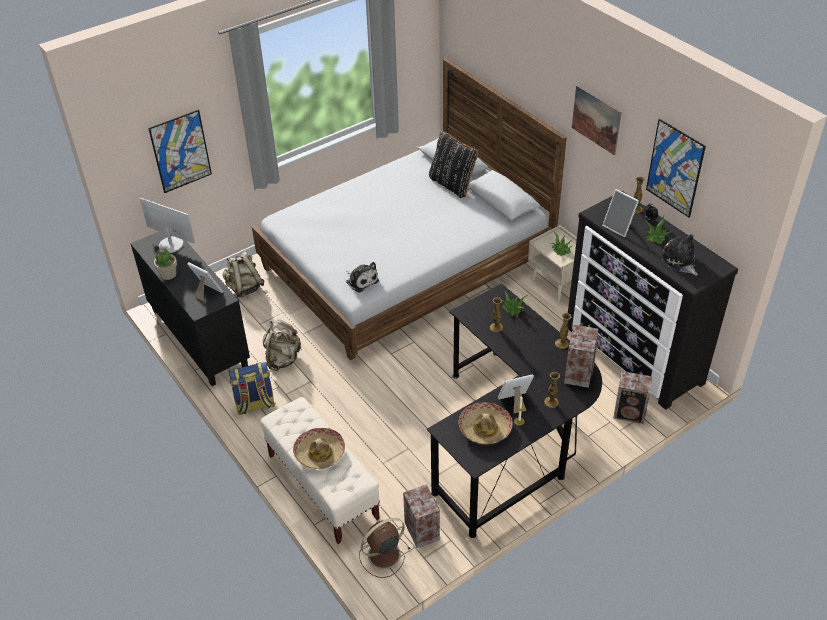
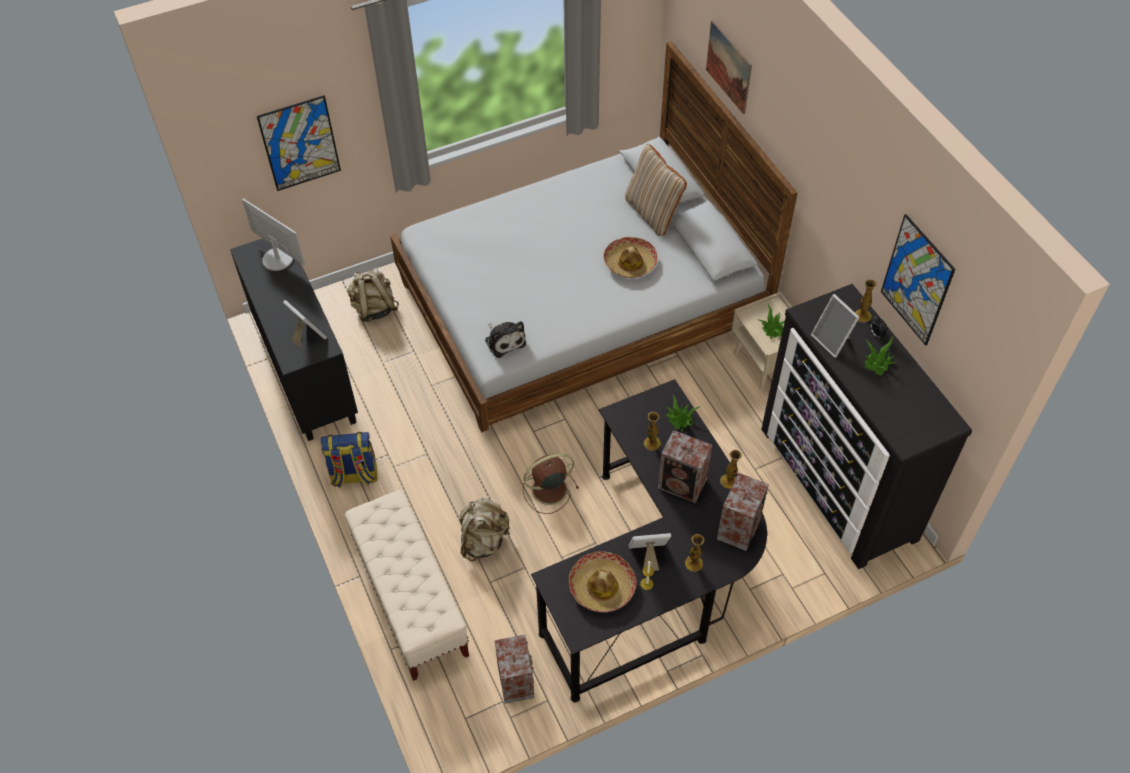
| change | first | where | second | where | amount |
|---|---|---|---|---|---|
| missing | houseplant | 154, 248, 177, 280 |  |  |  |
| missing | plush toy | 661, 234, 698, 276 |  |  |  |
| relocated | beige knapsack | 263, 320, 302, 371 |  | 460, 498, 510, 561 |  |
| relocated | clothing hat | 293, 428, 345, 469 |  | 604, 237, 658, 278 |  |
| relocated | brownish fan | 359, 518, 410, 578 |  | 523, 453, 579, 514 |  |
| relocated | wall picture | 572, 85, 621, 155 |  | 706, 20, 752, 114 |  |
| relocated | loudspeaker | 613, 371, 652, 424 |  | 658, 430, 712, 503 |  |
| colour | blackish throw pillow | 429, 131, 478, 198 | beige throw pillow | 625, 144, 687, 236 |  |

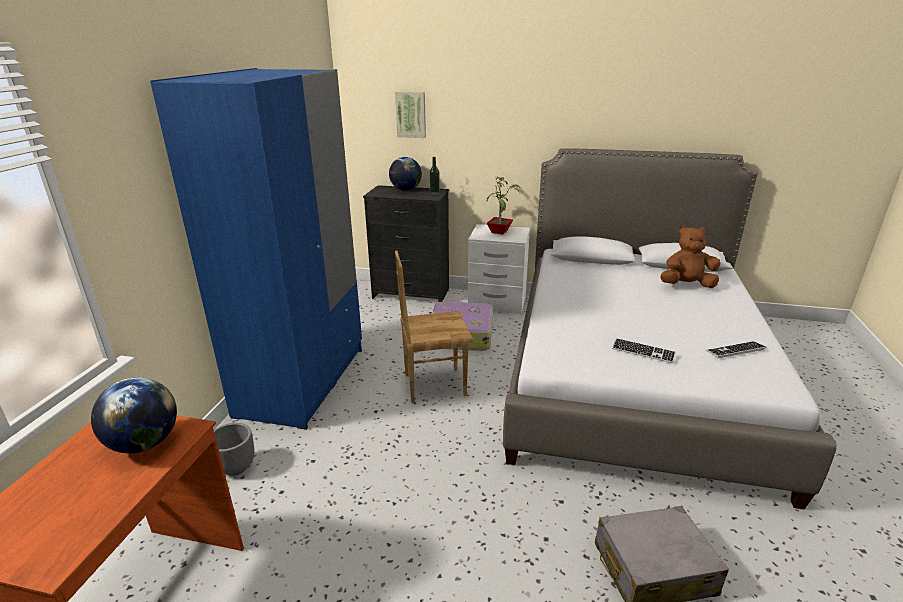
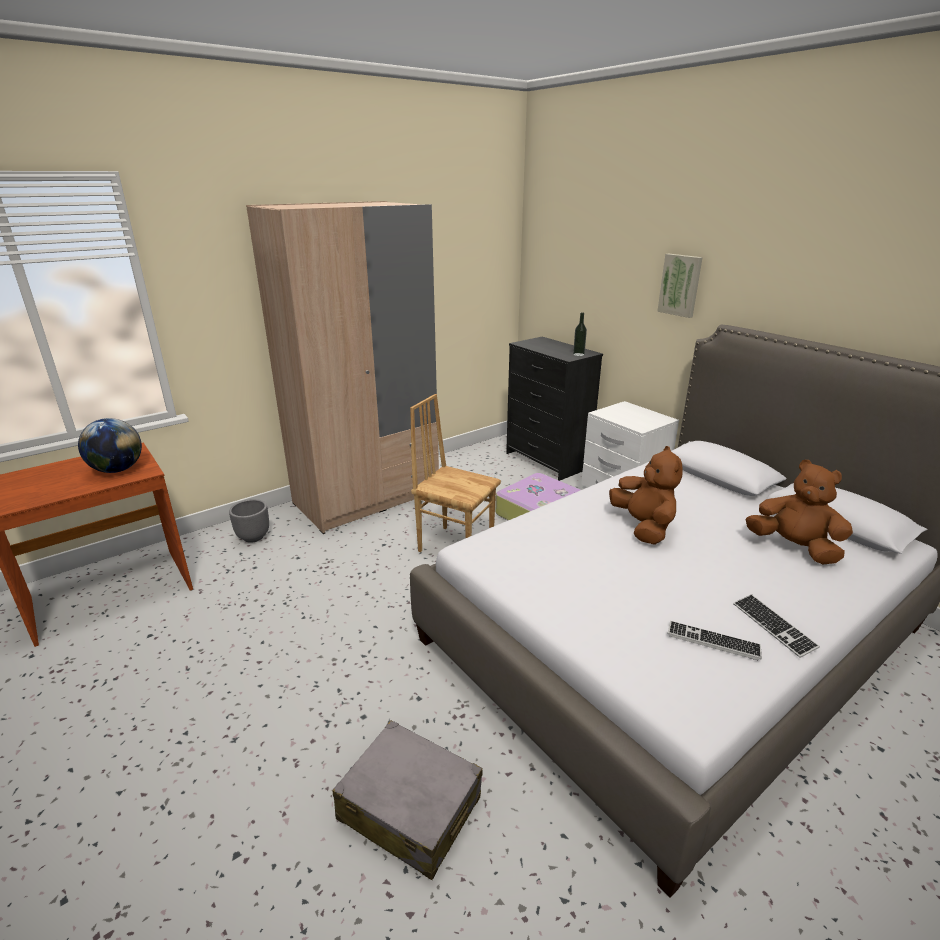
| change | first | where | second | where | amount |
|---|---|---|---|---|---|
| missing | world globe | 389, 157, 422, 191 |  |  |  |
| missing | houseplant | 487, 176, 522, 235 |  |  |  |
| appeared |  |  | brownish plush toy | 609, 446, 683, 545 |  |
| relocated | wall picture | 395, 91, 426, 138 |  | 657, 254, 703, 318 |  |
| relocated | keyboard | 612, 338, 676, 363 |  | 733, 594, 820, 658 |  |
| colour | blue clothes cupboard | 150, 68, 362, 430 | beige clothes cupboard | 246, 201, 439, 534 |  |

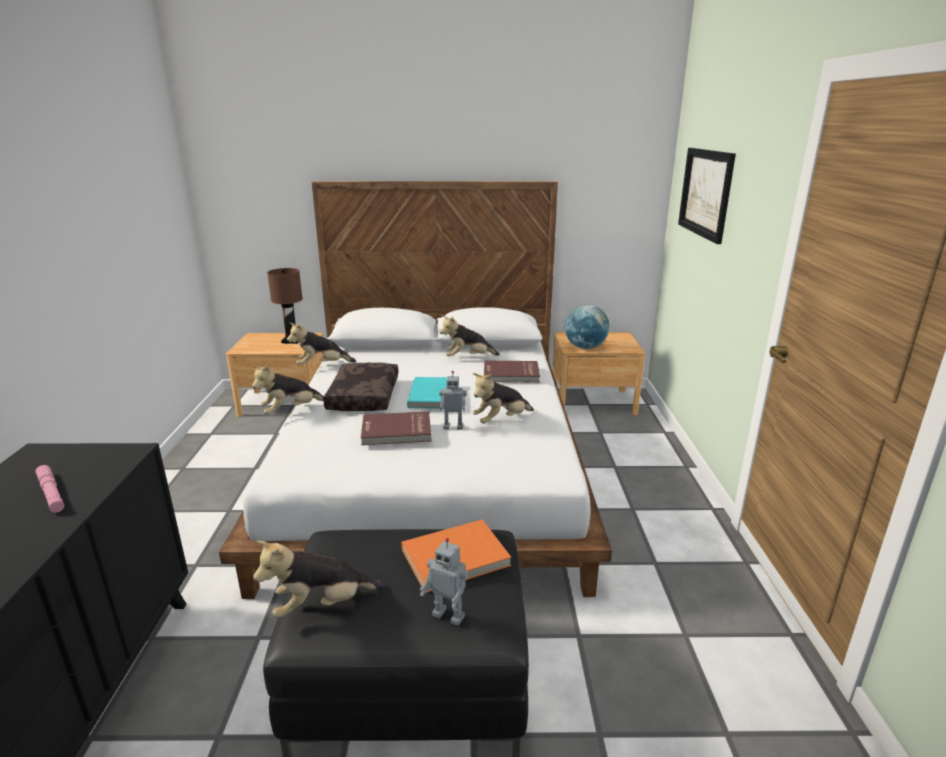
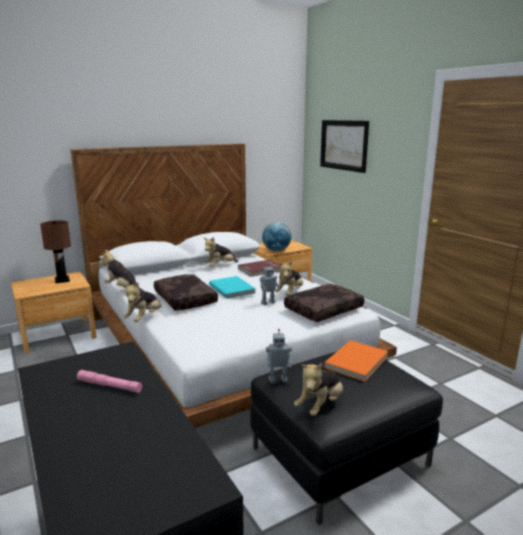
| change | first | where | second | where | amount |
|---|---|---|---|---|---|
| missing | reddish volume | 361, 411, 431, 445 |  |  |  |
| appeared |  |  | brownish throw pillow | 284, 284, 364, 322 |  |
| relocated | robot figure | 420, 538, 468, 626 |  | 266, 329, 291, 383 |  |
| spun | plush toy | 287, 322, 356, 365 |  | 99, 250, 144, 291 | 75 degrees clockwise |

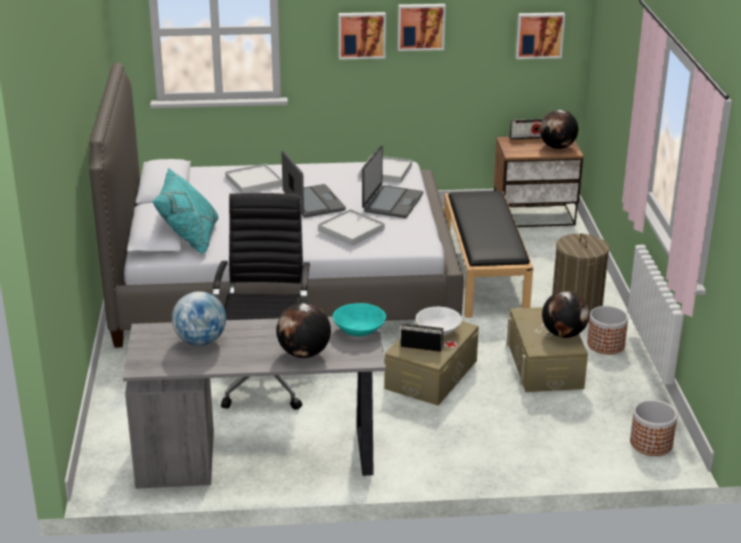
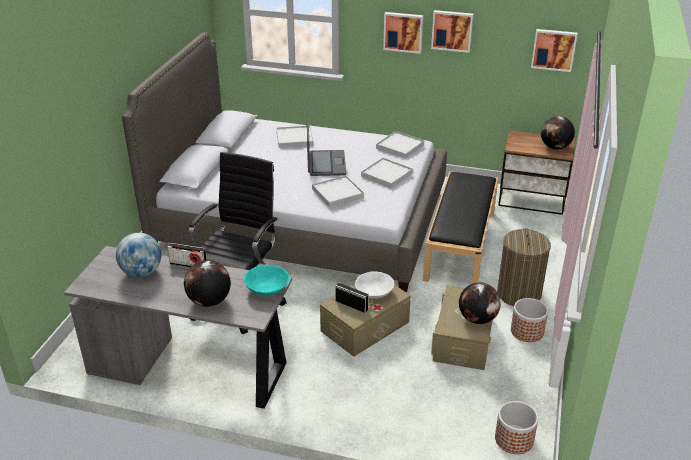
| change | first | where | second | where | amount |
|---|---|---|---|---|---|
| missing | blue-green throw pillow | 152, 168, 218, 254 |  |  |  |
| relocated | radio set | 510, 119, 542, 140 |  | 167, 243, 207, 267 |  |
| exchanged | laptop | 362, 145, 423, 218 | white carrying tray | 361, 158, 413, 188 |  |

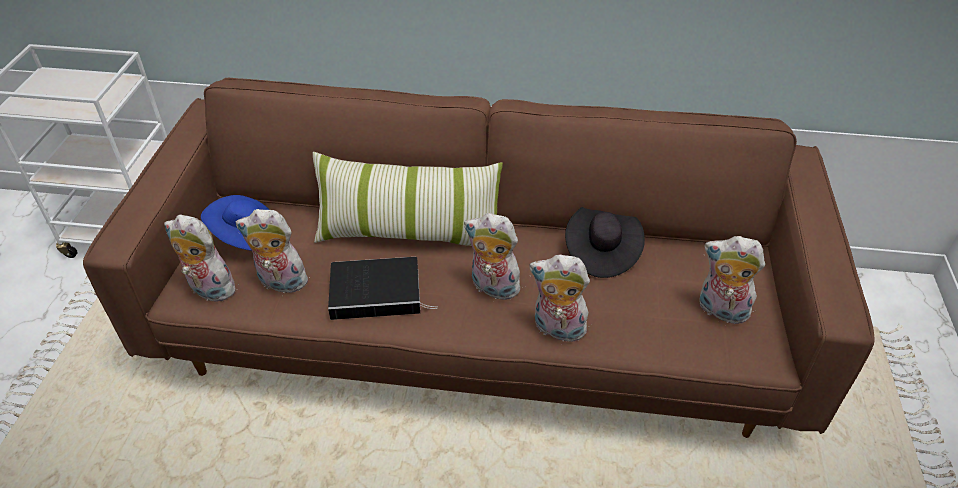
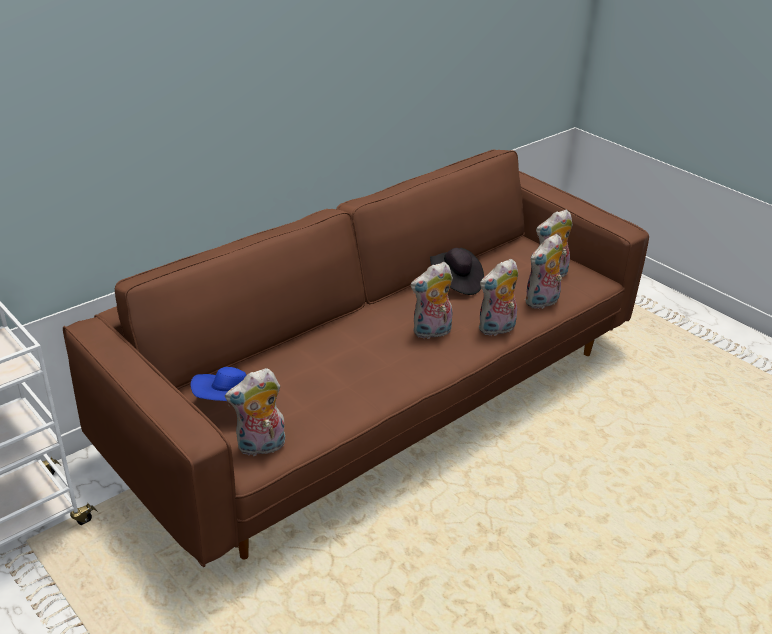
| change | first | where | second | where | amount |
|---|---|---|---|---|---|
| missing | throw pillow | 313, 152, 503, 246 |  |  |  |
| missing | volume | 328, 257, 438, 320 |  |  |  |
| relocated | plush toy | 235, 209, 310, 293 |  | 525, 234, 563, 310 |  |

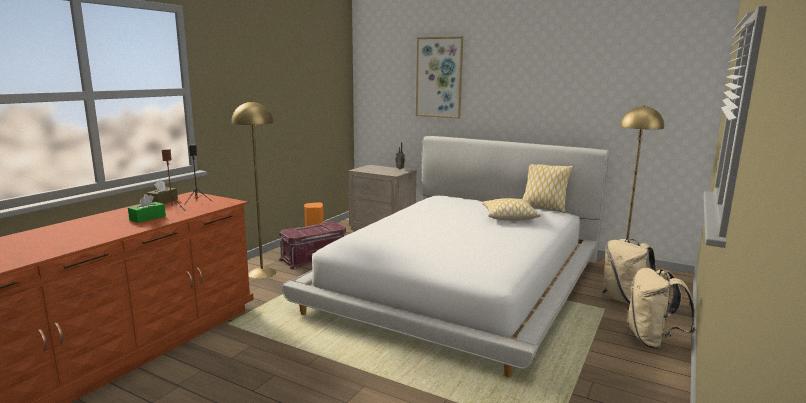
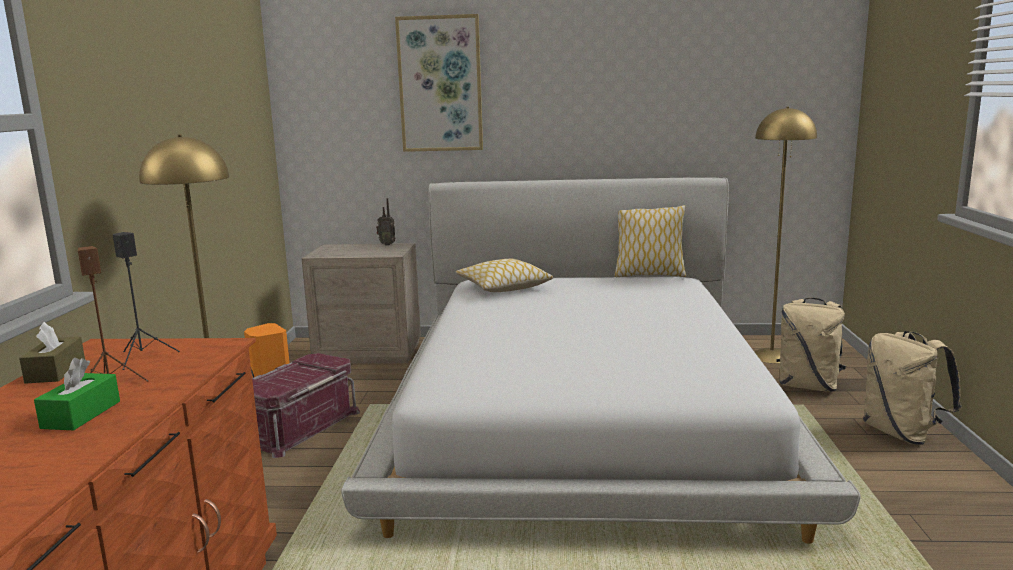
| change | first | where | second | where | amount |
|---|---|---|---|---|---|
| relocated | throw pillow | 482, 198, 541, 220 |  | 456, 259, 554, 292 |  |

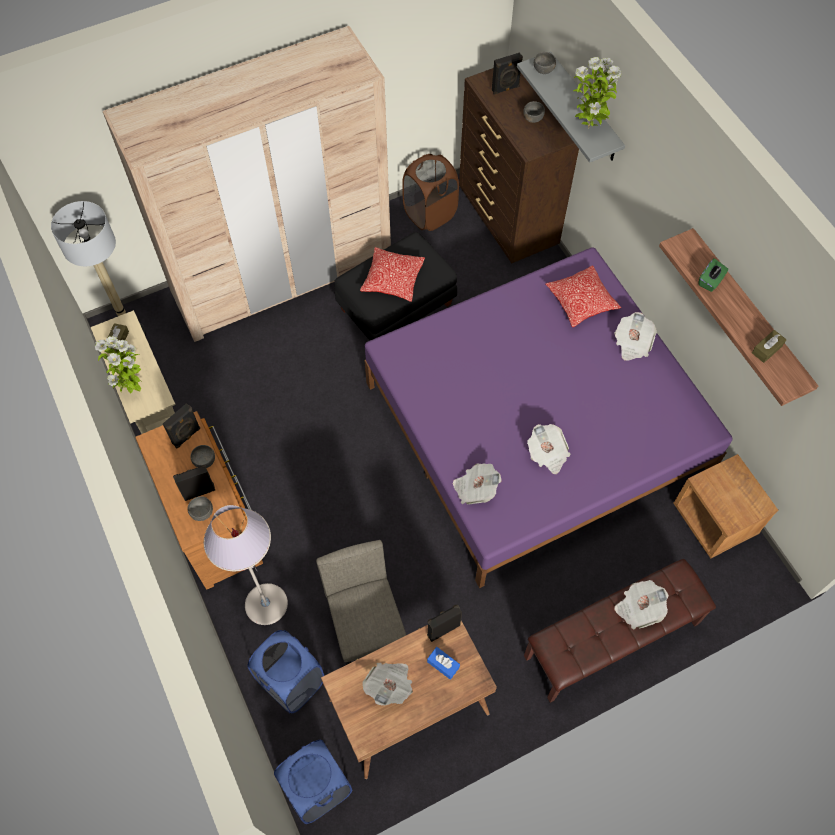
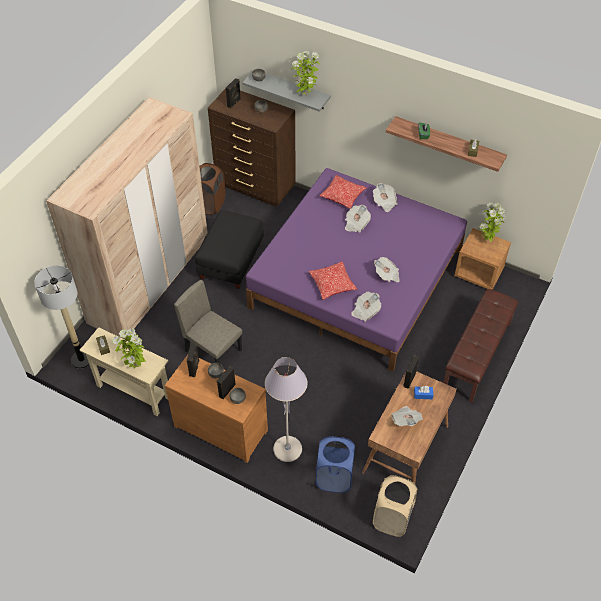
| change | first | where | second | where | amount |
|---|---|---|---|---|---|
| appeared |  |  | houseplant | 479, 202, 506, 242 |  |
| relocated | beige plain chair | 316, 540, 406, 665 |  | 174, 280, 242, 363 |  |
| relocated | throw pillow | 360, 247, 425, 302 |  | 308, 262, 357, 300 |  |
| relocated | daily paper | 614, 580, 669, 630 |  | 345, 205, 371, 233 |  |
| colour | blue hamper | 274, 740, 352, 824 | beige hamper | 373, 475, 417, 537 |  |

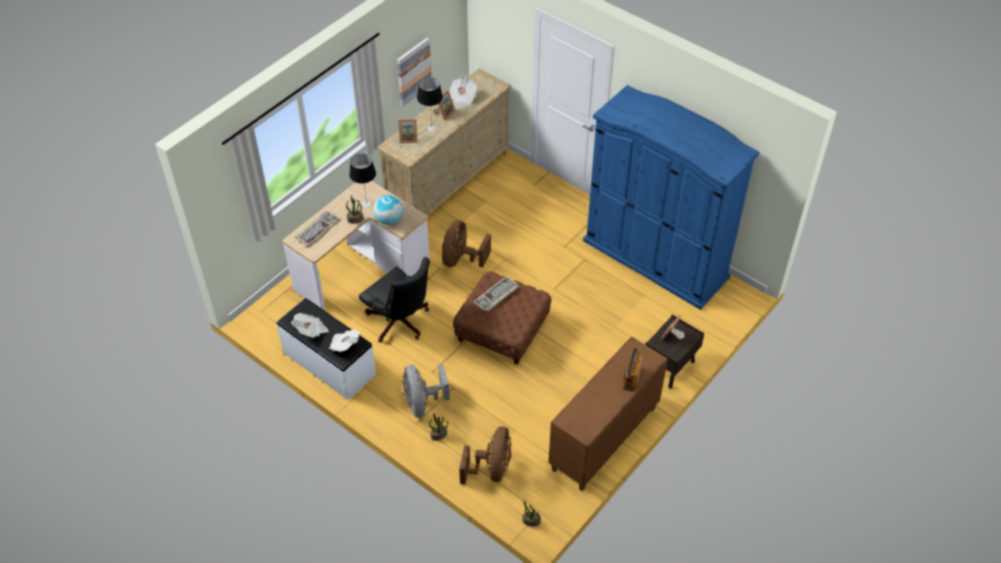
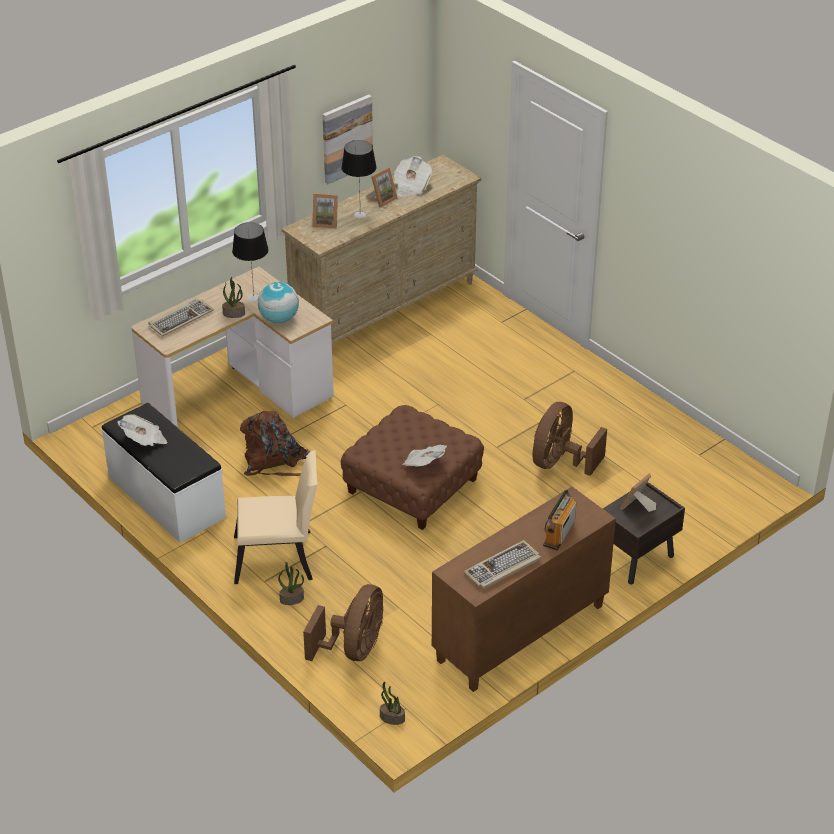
| change | first | where | second | where | amount |
|---|---|---|---|---|---|
| missing | blue clothes cupboard | 583, 85, 760, 310 |  |  |  |
| relocated | daily paper | 329, 329, 360, 352 |  | 402, 445, 447, 467 |  |
| relocated | brownish fan | 442, 220, 491, 268 |  | 532, 402, 607, 476 |  |
| relocated | keyboard | 473, 276, 519, 312 |  | 464, 540, 541, 589 |  |
| exchanged | blackish office chair | 359, 257, 430, 342 | brownish knapsack | 240, 411, 310, 476 |  |
| exchanged | greyish fan | 403, 364, 450, 417 | beige plain chair | 234, 450, 317, 584 |  |

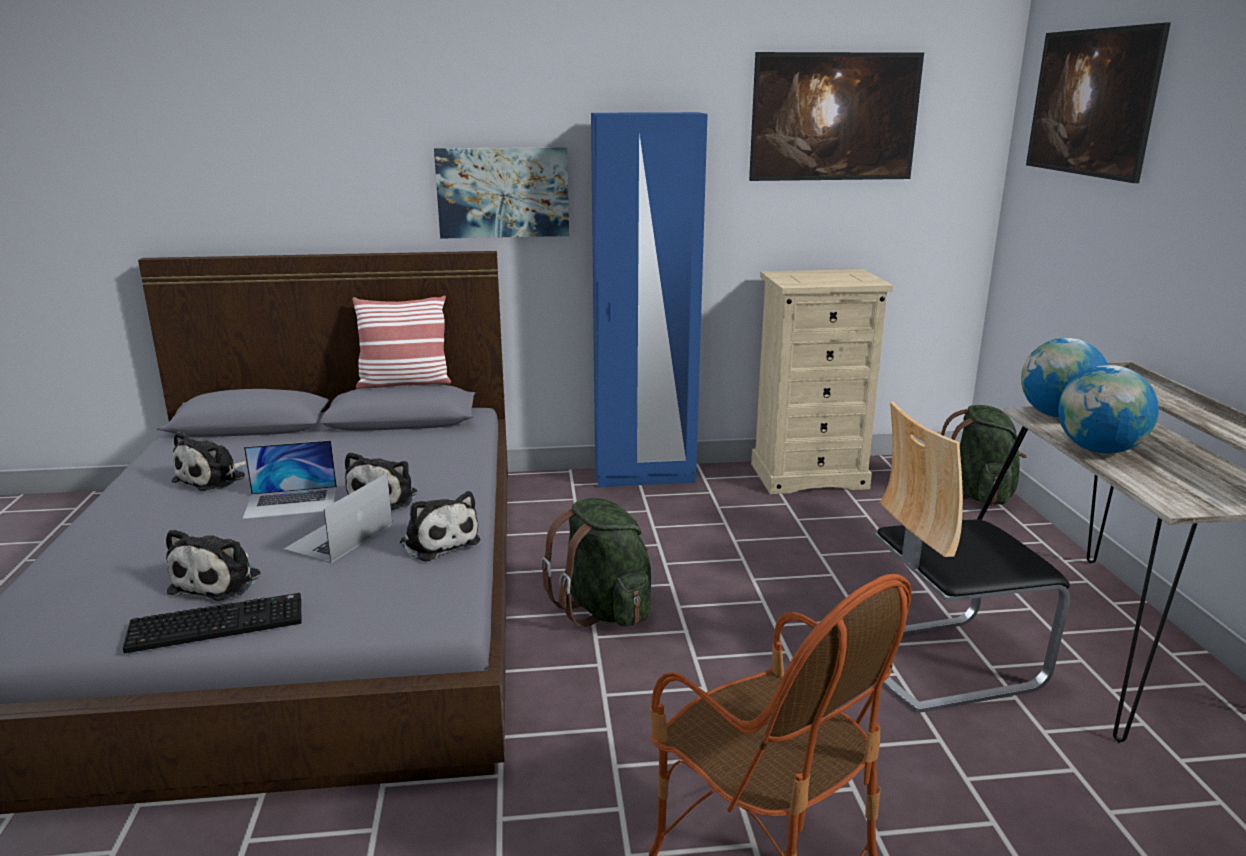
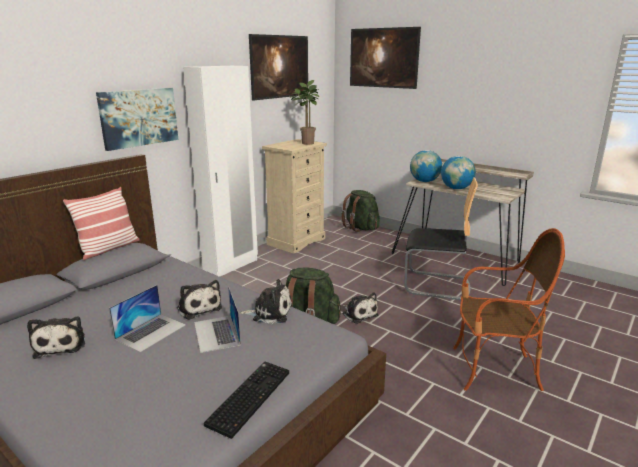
| change | first | where | second | where | amount |
|---|---|---|---|---|---|
| appeared |  |  | houseplant | 290, 80, 319, 145 |  |
| relocated | plush toy | 166, 529, 261, 601 |  | 342, 292, 379, 324 |  |
| colour | blue clothes cupboard | 591, 112, 708, 488 | white clothes cupboard | 183, 66, 258, 277 |  |
| spun | plain chair | 874, 401, 1070, 713 |  | 404, 177, 478, 300 | 105 degrees counterclockwise |

